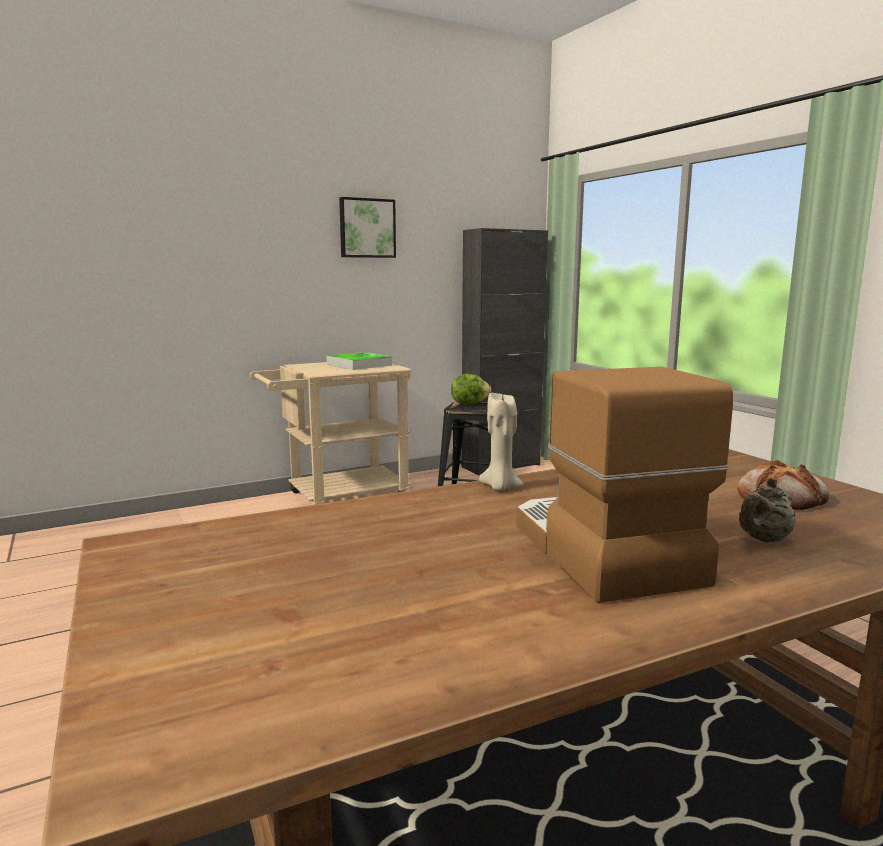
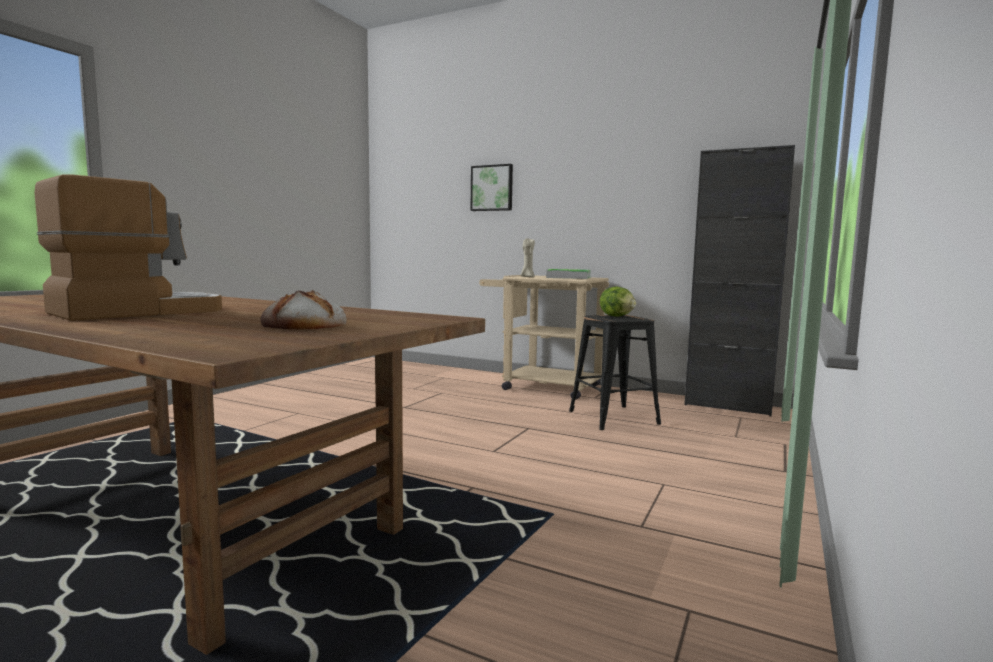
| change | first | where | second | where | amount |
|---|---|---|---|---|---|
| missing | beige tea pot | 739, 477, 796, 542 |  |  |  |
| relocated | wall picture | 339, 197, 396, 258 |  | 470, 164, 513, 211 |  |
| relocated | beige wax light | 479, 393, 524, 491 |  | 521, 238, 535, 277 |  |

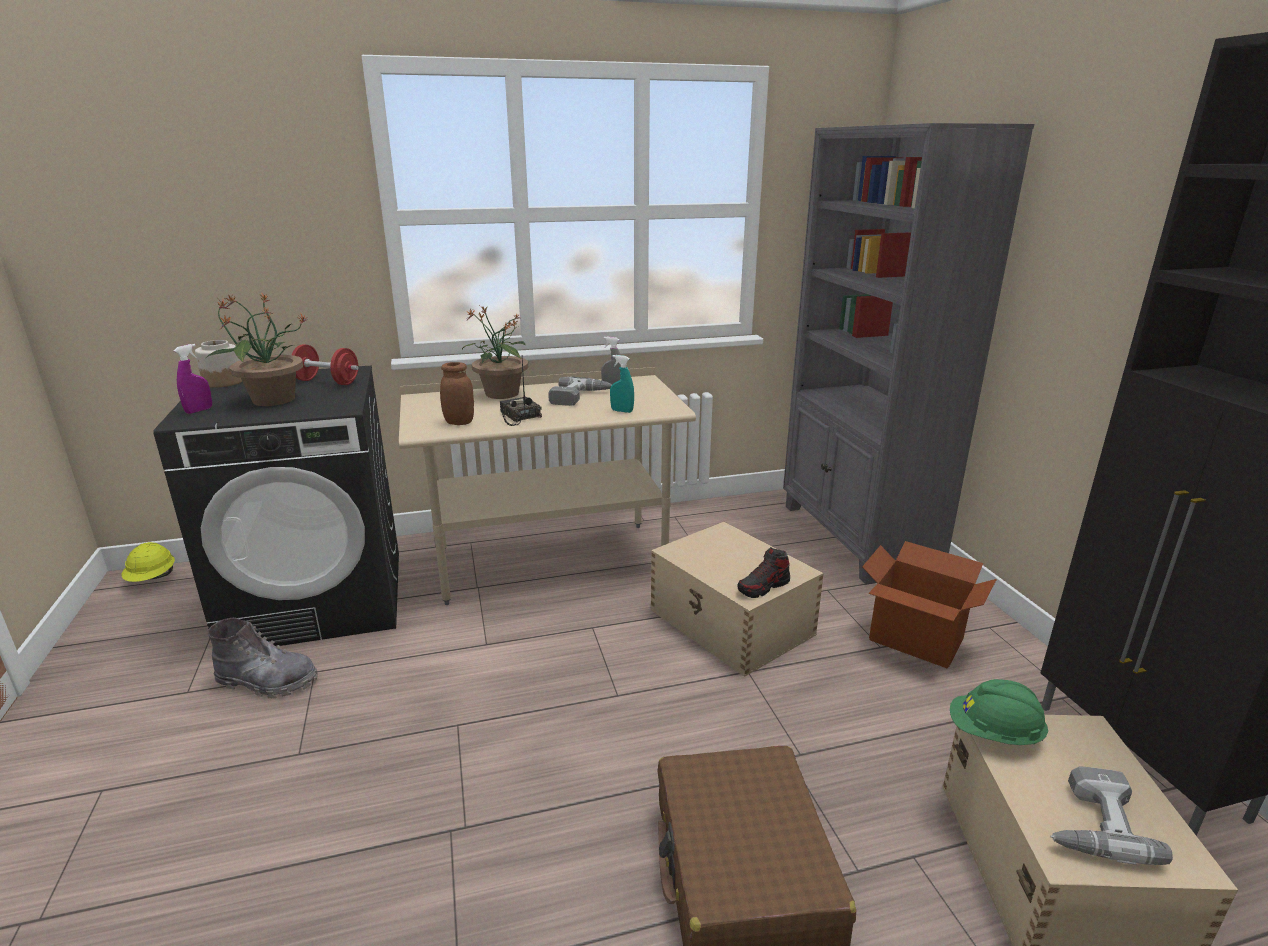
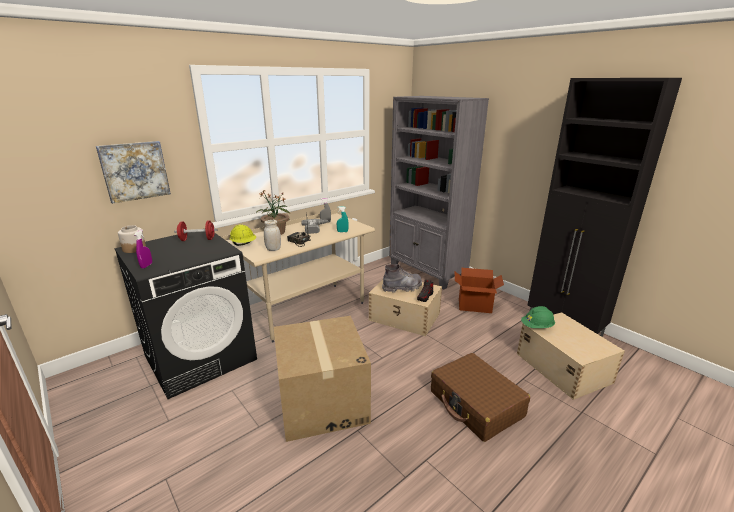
| change | first | where | second | where | amount |
|---|---|---|---|---|---|
| missing | houseplant | 207, 293, 307, 406 |  |  |  |
| missing | power drill | 1050, 766, 1173, 865 |  |  |  |
| appeared |  |  | wall picture | 96, 141, 171, 204 |  |
| appeared |  |  | packing box | 274, 316, 371, 442 |  |
| relocated | yellow-coloured safety helmet | 121, 542, 175, 582 |  | 230, 224, 256, 246 |  |
| relocated | greyish boot | 208, 618, 318, 698 |  | 382, 264, 422, 293 |  |
| colour | brownish storage jar | 440, 362, 474, 425 | white storage jar | 264, 220, 281, 251 |  |

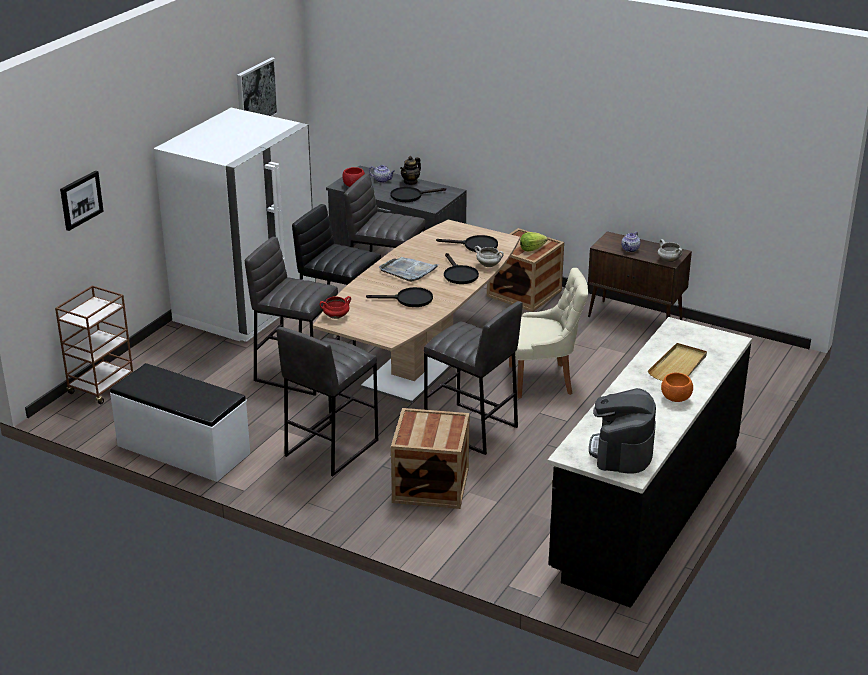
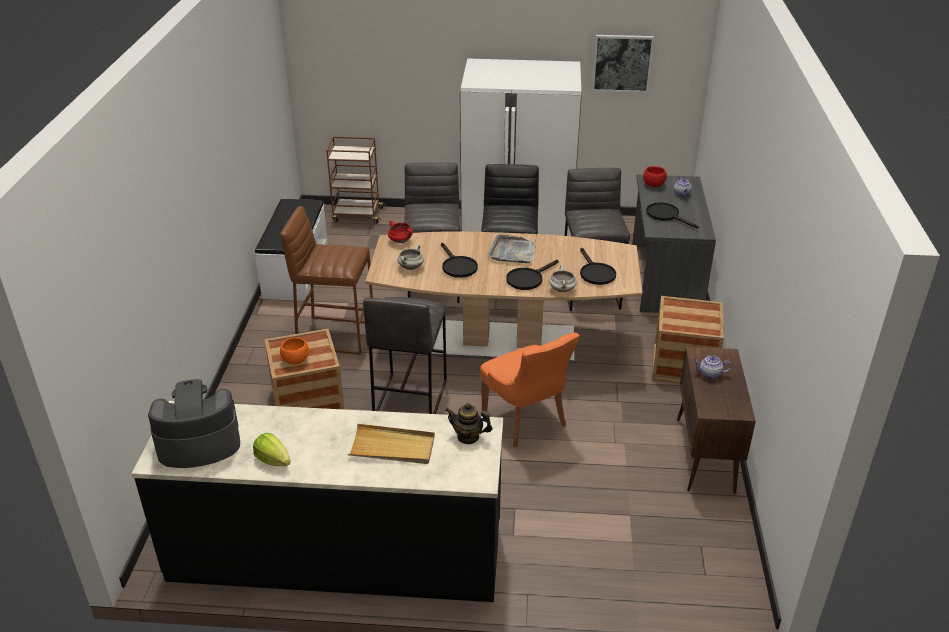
| change | first | where | second | where | amount |
|---|---|---|---|---|---|
| missing | wall picture | 60, 170, 104, 231 |  |  |  |
| relocated | tea pot | 400, 156, 421, 185 |  | 445, 403, 492, 444 |  |
| relocated | lettuce head | 520, 232, 548, 251 |  | 253, 433, 291, 466 |  |
| relocated | white stockpot | 658, 239, 683, 262 |  | 397, 245, 424, 270 |  |
| relocated | orange bowl | 661, 373, 693, 402 |  | 280, 337, 309, 365 |  |
| colour | greyish sitting stool | 276, 327, 378, 476 | brownish sitting stool | 280, 206, 373, 355 |  |
| colour | beige plain chair | 509, 268, 588, 398 | orange plain chair | 480, 333, 580, 447 |  |

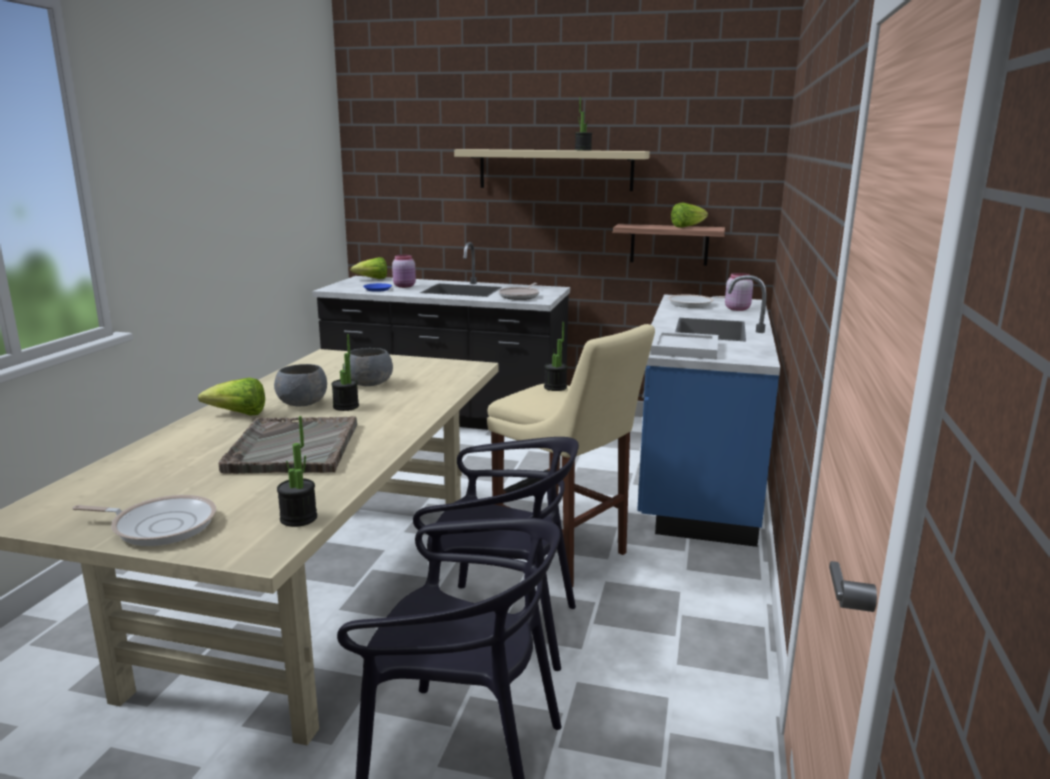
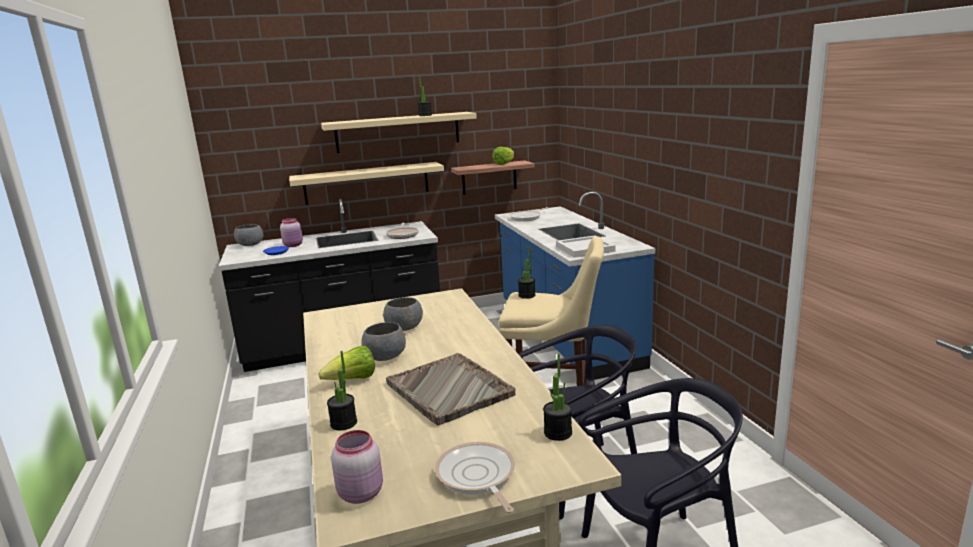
| change | first | where | second | where | amount |
|---|---|---|---|---|---|
| appeared |  |  | beige shelf | 289, 162, 444, 205 |  |
| relocated | houseplant | 331, 334, 359, 411 |  | 327, 351, 357, 431 |  |
| relocated | pink-coloured storage jar | 725, 273, 753, 311 |  | 331, 430, 383, 504 |  |
| exchanged | lettuce head | 351, 257, 387, 279 | greyish bowl | 234, 224, 263, 246 |  |
| spun | skillet | 72, 495, 216, 546 |  | 435, 442, 515, 513 | 90 degrees counterclockwise |

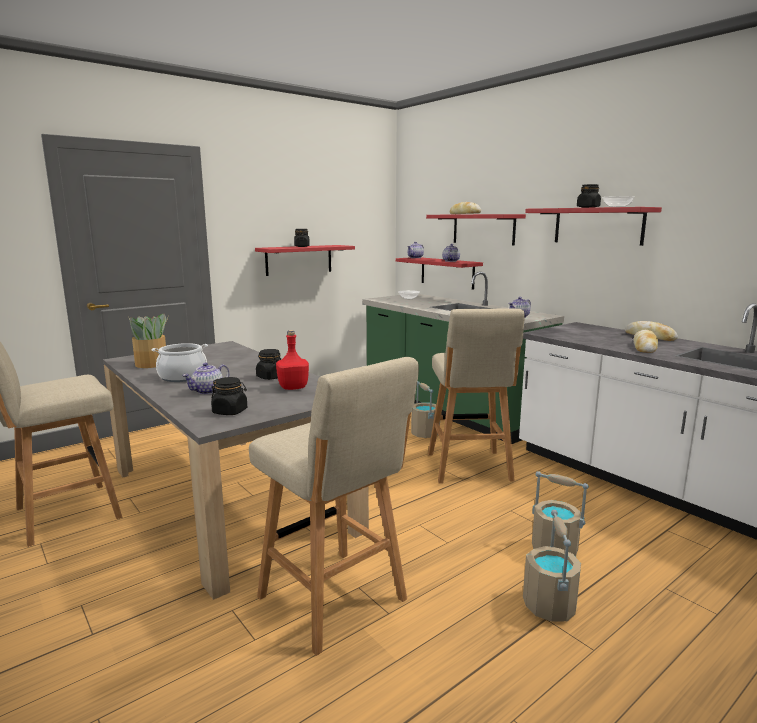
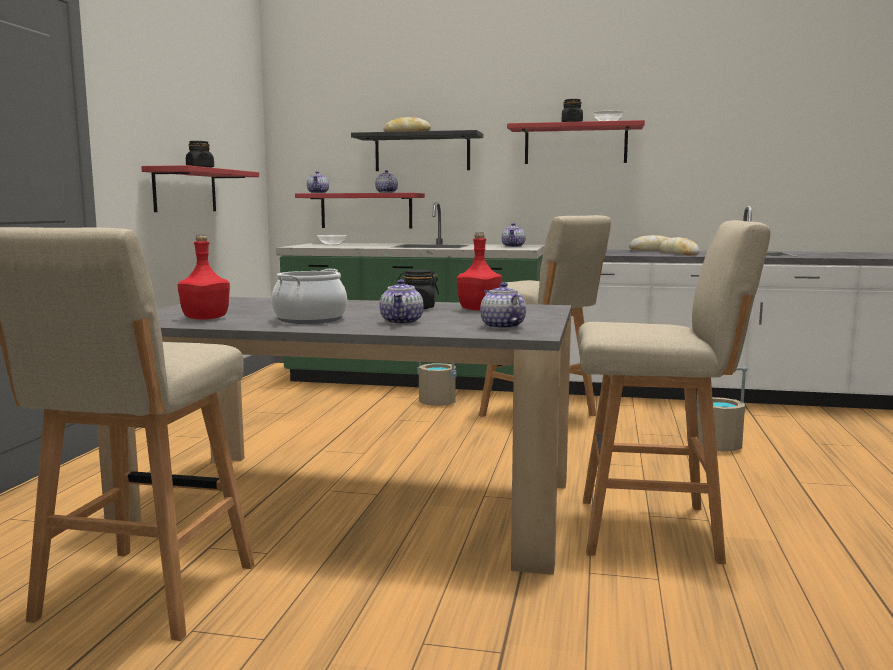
| change | first | where | second | where | amount |
|---|---|---|---|---|---|
| missing | beige pail | 523, 510, 581, 622 |  |  |  |
| exchanged | houseplant | 129, 314, 169, 368 | reddish drink bottle | 178, 235, 230, 320 |  |
| exchanged | blackish storage jar | 211, 377, 247, 415 | tea pot | 480, 282, 526, 329 |  |
| colour | reddish shelf | 426, 214, 526, 245 | blackish shelf | 351, 130, 483, 171 |  |

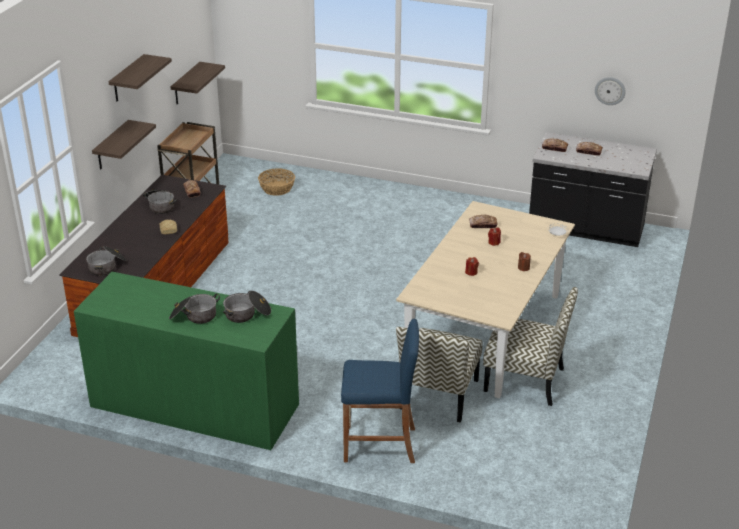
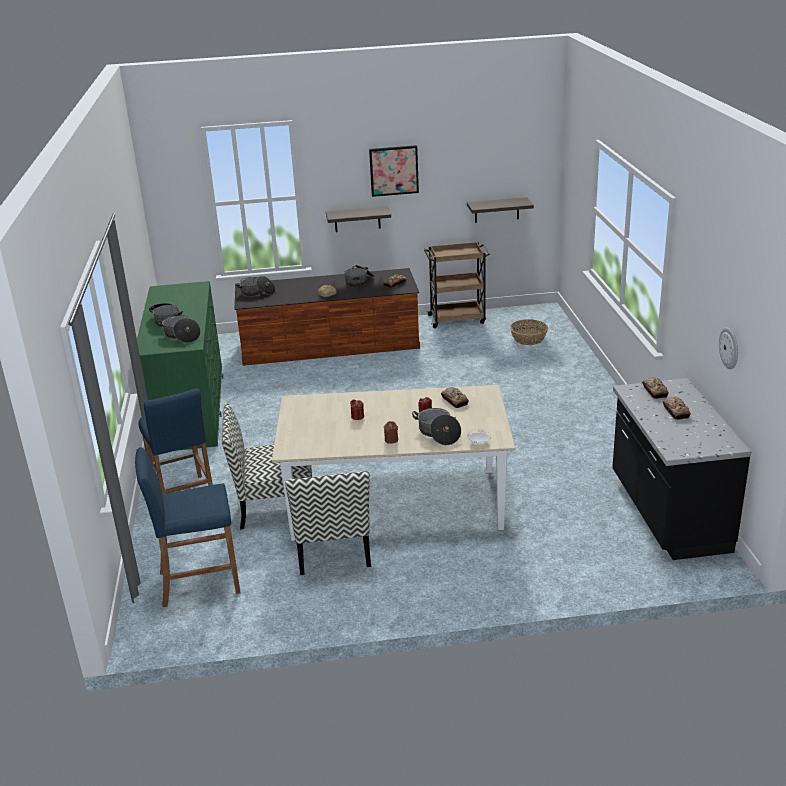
| change | first | where | second | where | amount |
|---|---|---|---|---|---|
| appeared |  |  | blue sitting stool | 135, 447, 240, 607 |  |
| appeared |  |  | stockpot | 412, 408, 461, 445 |  |
| exchanged | shelf | 108, 54, 172, 101 | wall picture | 369, 145, 419, 197 |  |

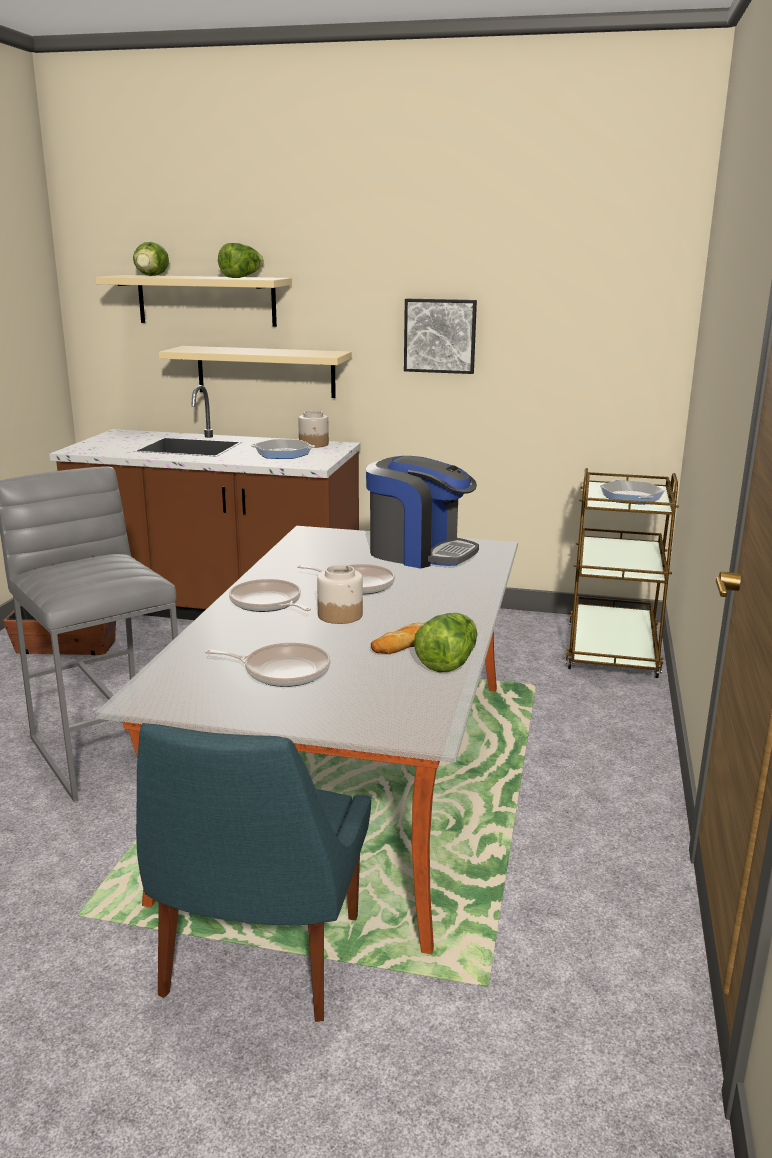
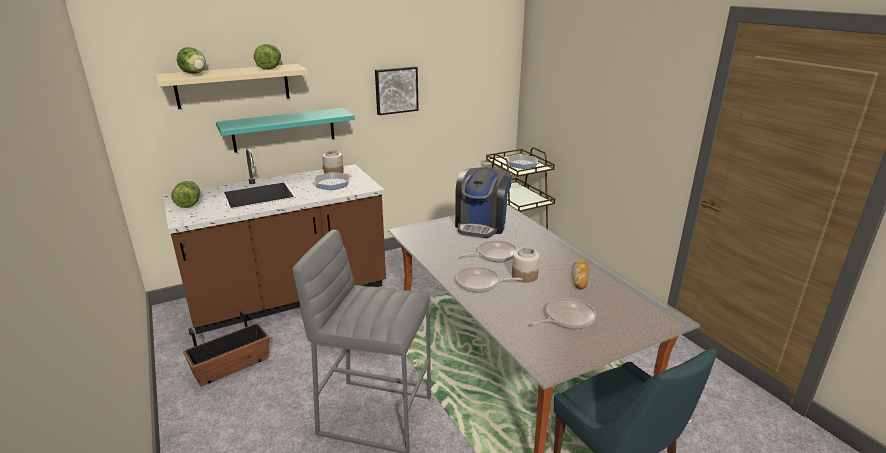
| change | first | where | second | where | amount |
|---|---|---|---|---|---|
| relocated | lettuce head | 414, 613, 477, 672 |  | 171, 181, 200, 208 |  |
| colour | beige shelf | 159, 346, 352, 398 | blue-green shelf | 216, 108, 355, 153 |  |
| spun | coffee brewer | 366, 456, 479, 569 |  | 455, 168, 512, 238 | 120 degrees clockwise |

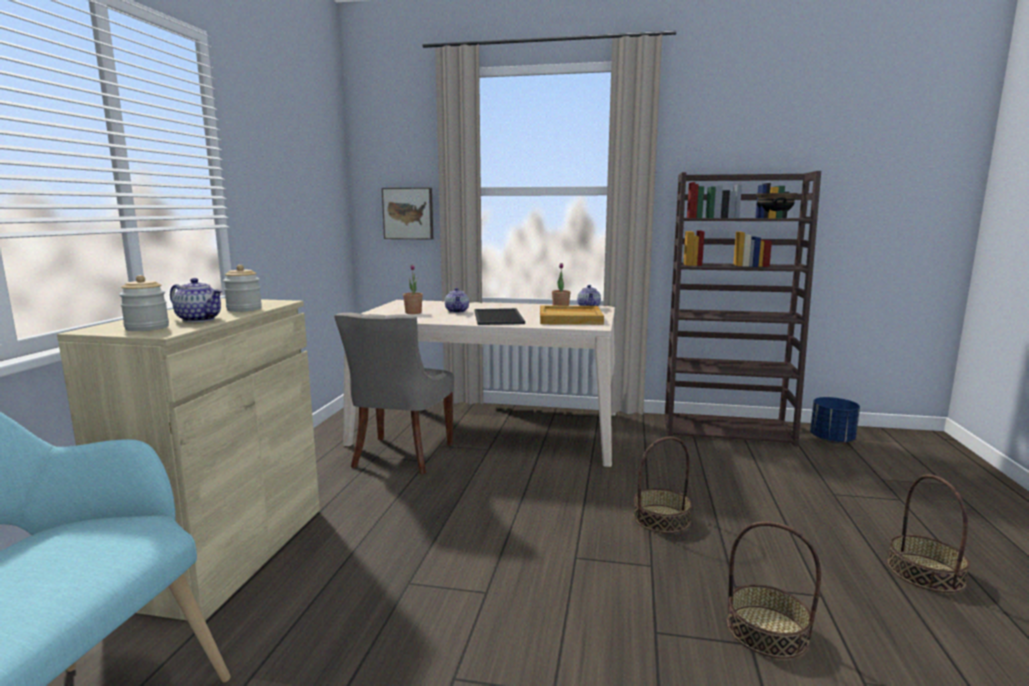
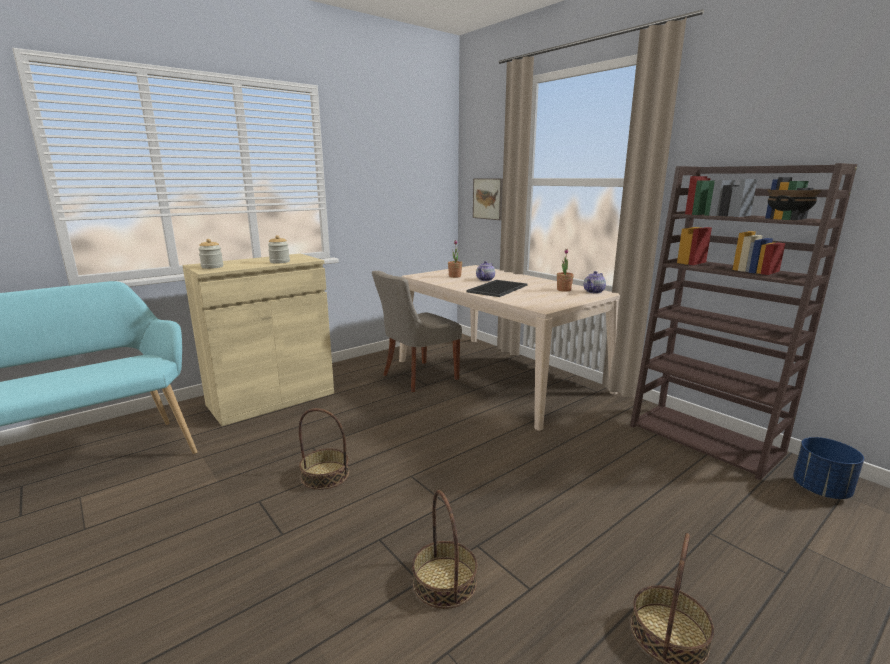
| change | first | where | second | where | amount |
|---|---|---|---|---|---|
| missing | tea pot | 170, 278, 223, 322 |  |  |  |
| missing | beige carrying tray | 540, 306, 604, 325 |  |  |  |
| relocated | storage basket | 633, 437, 692, 533 |  | 299, 408, 349, 490 |  |

